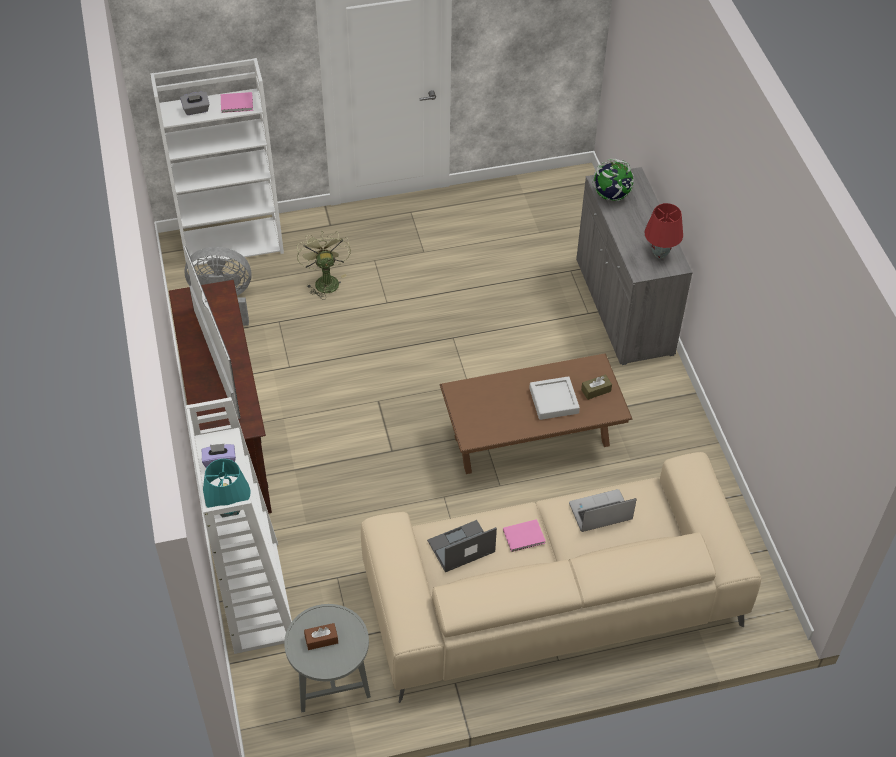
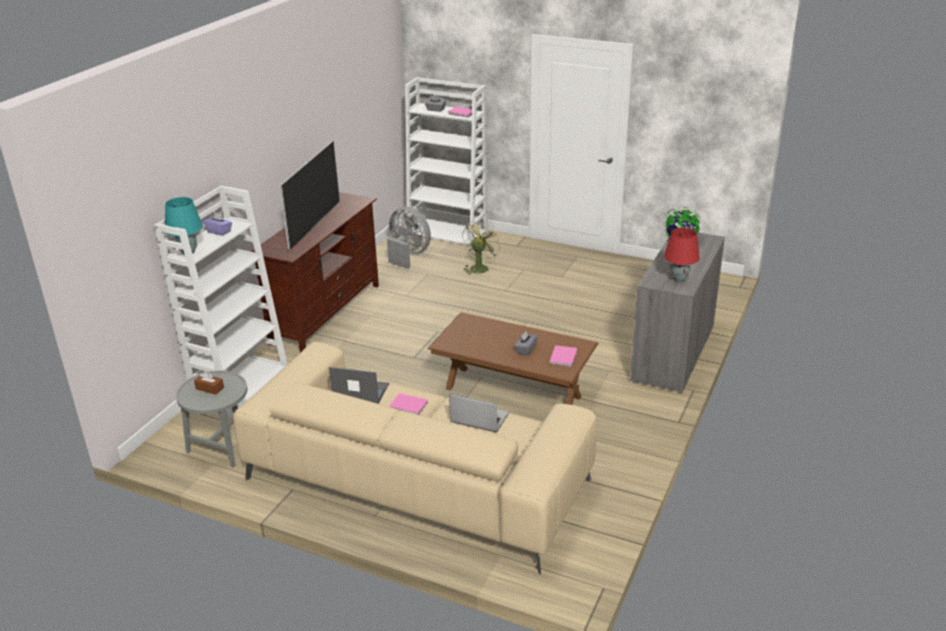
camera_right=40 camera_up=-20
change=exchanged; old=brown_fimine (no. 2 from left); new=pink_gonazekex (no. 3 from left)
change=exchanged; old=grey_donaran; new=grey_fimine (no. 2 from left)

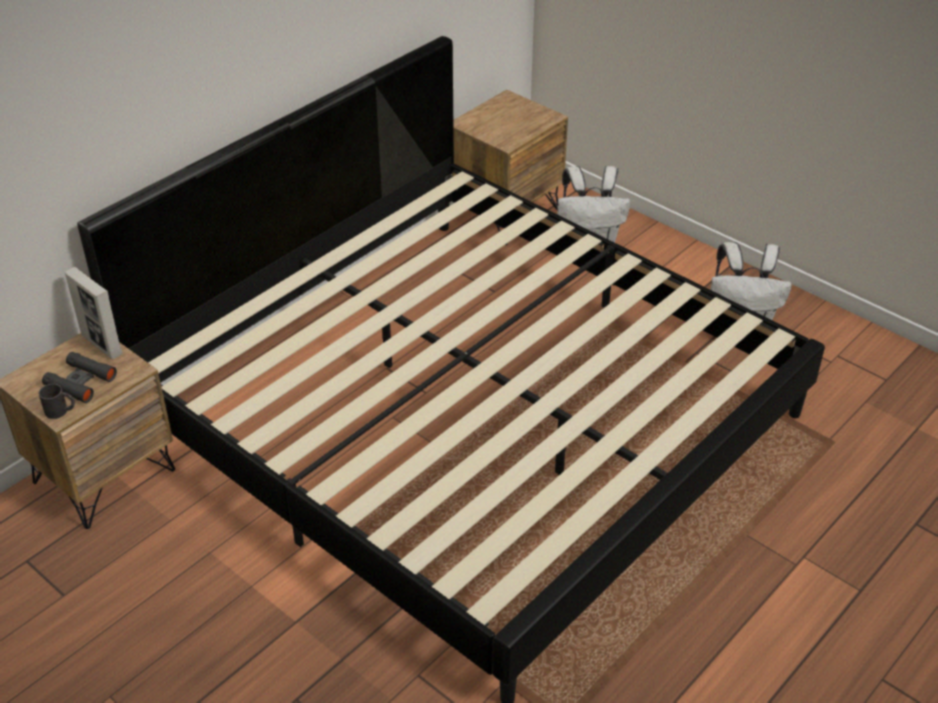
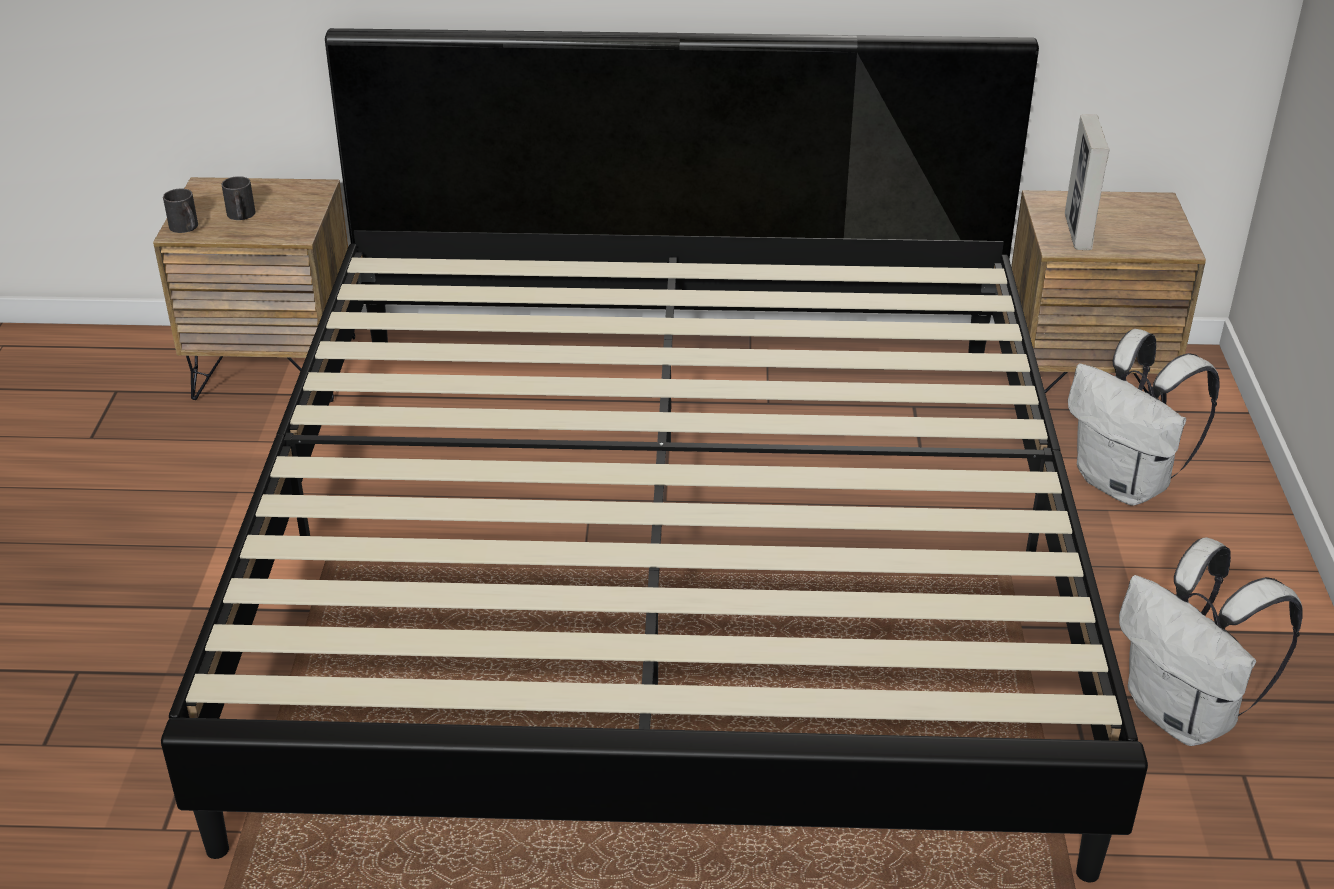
camera_right=50 camera_up=-5
change=relocated; old=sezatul
change=exchanged; old=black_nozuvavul; new=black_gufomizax (no. 2 from left)

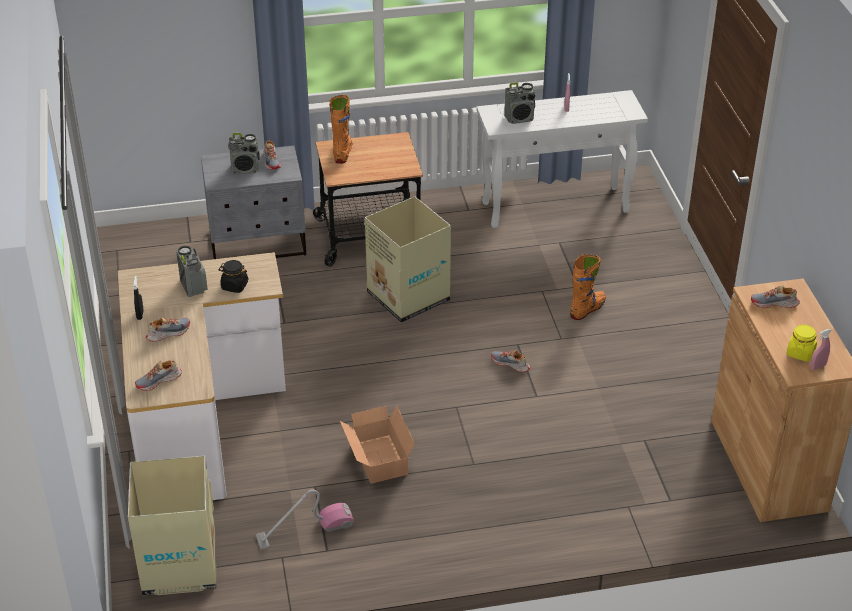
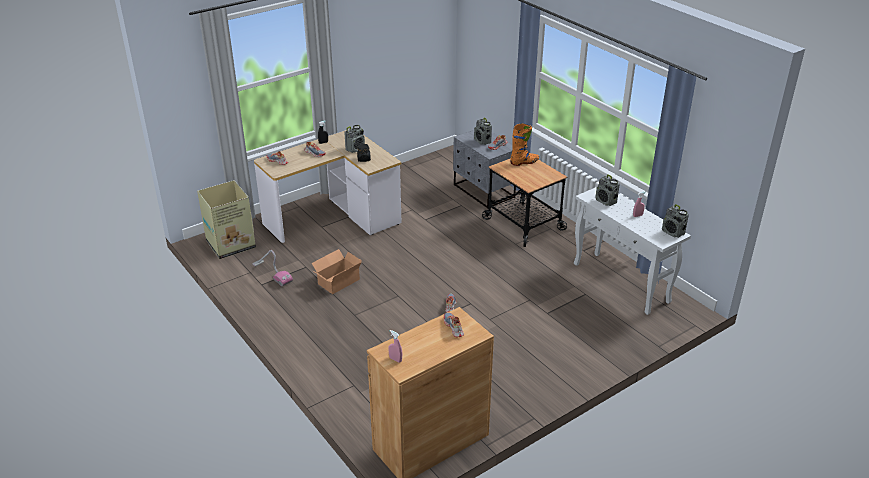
camera_right=65 camera_up=-5
change=missing; old=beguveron (no. 3 from left)
change=missing; old=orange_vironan (no. 2 from left)
change=missing; old=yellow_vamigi
change=appeared; new=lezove (no. 4 from left)

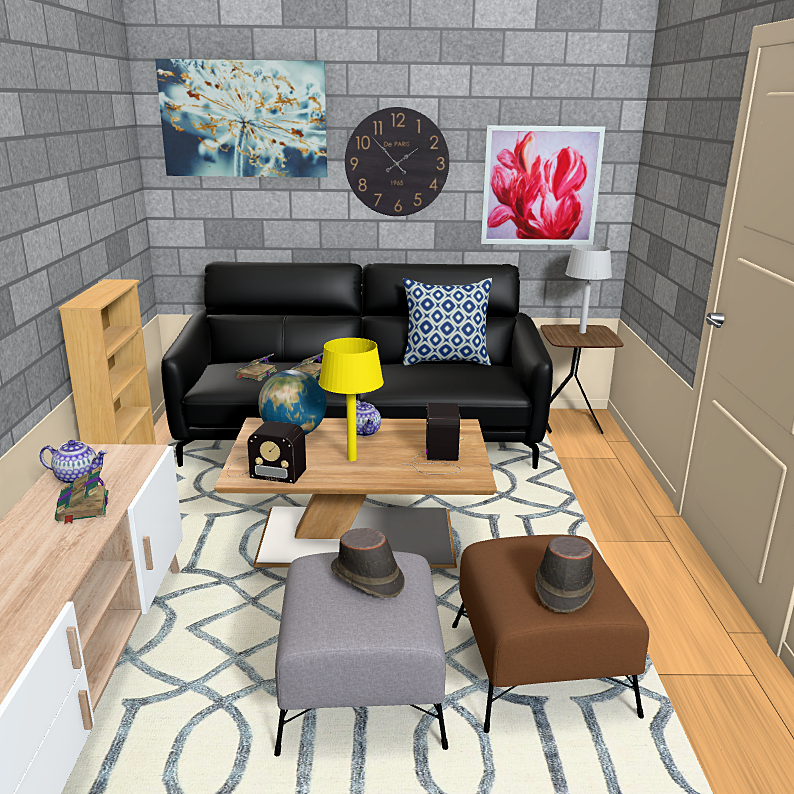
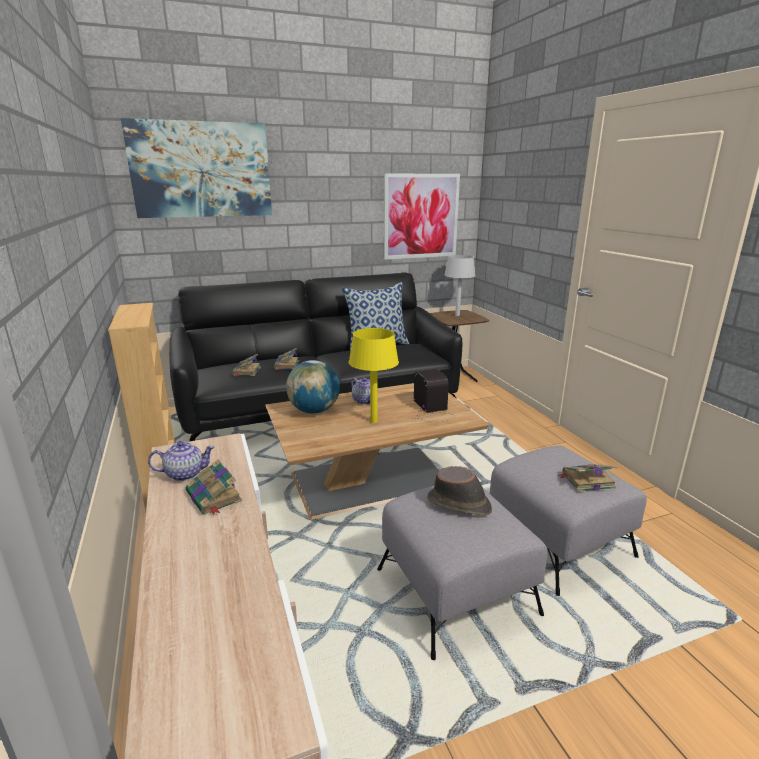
camera_right=-20 camera_up=0
change=missing; old=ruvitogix
change=missing; old=lezove (no. 1 from left)
change=colour; old=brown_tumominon; new=grey_tumominon (no. 2 from left)
change=exchanged; old=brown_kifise (no. 2 from left); new=gonazekex (no. 4 from left)

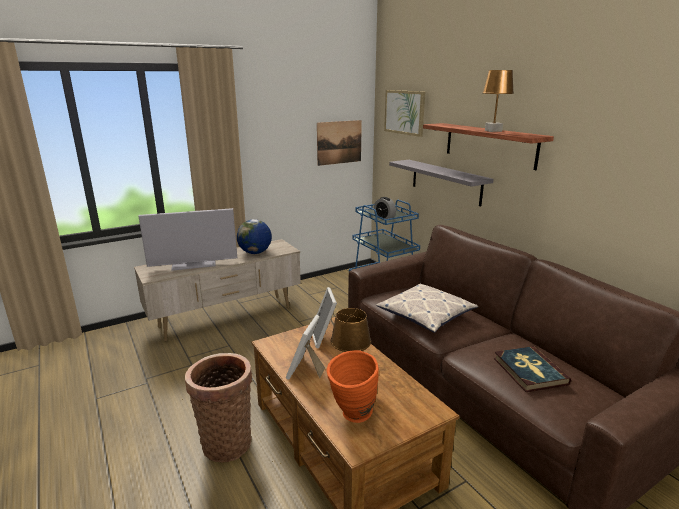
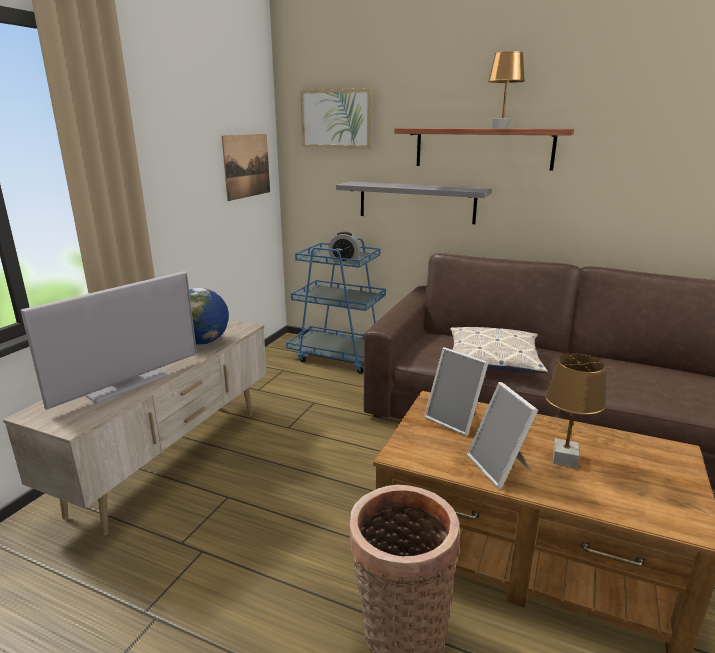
camera_right=-35 camera_up=0
change=missing; old=gonazekex
change=missing; old=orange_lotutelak

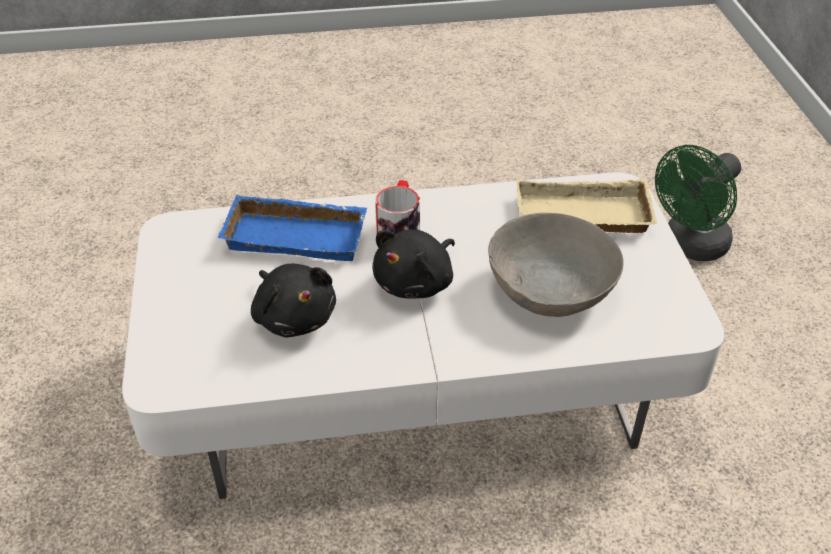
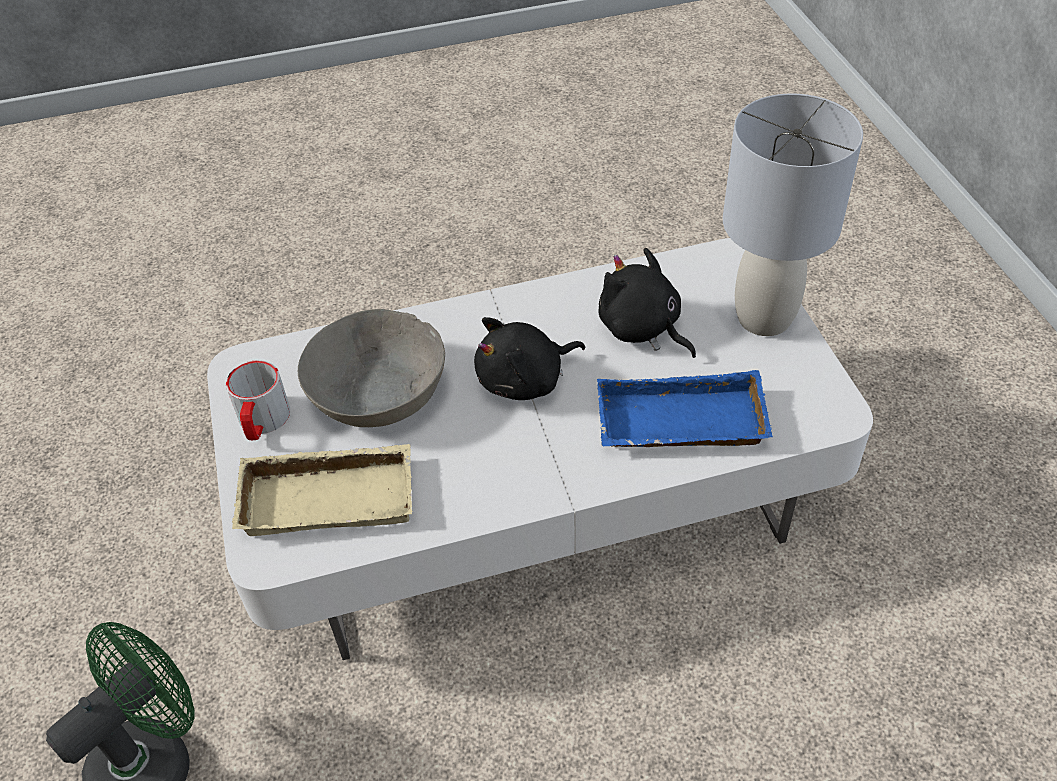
camera_right=175 camera_up=5
change=relocated; old=gufomizax
change=spun; old=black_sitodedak (no. 2 from left in the first image); degrees=-150
change=appeared; new=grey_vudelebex

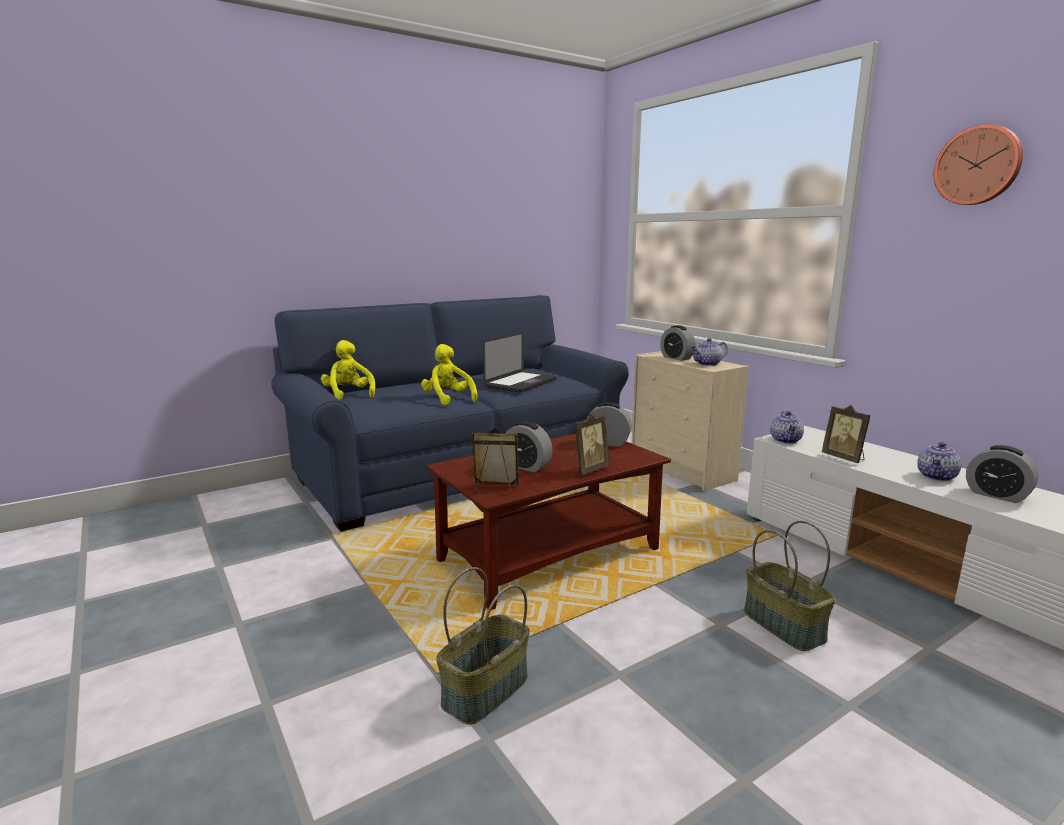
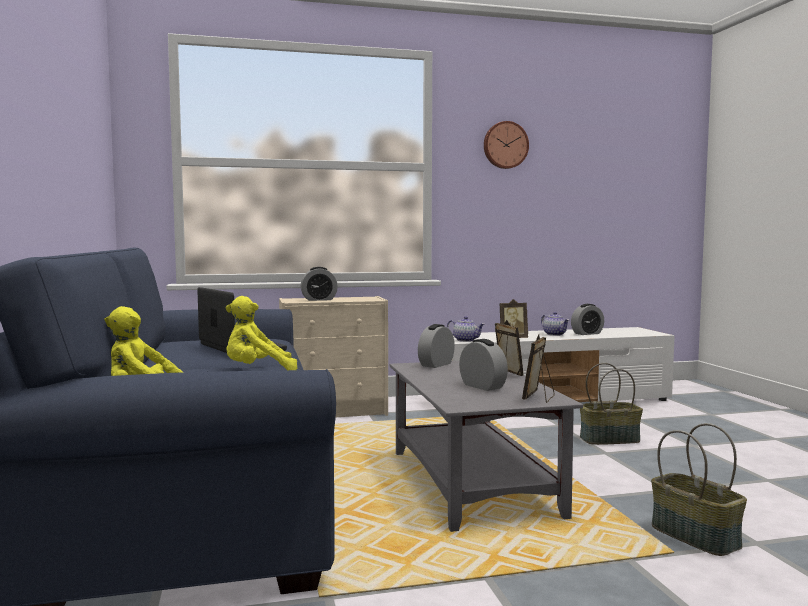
camera_right=-70 camera_up=-10
change=missing; old=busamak (no. 1 from left)
change=spun; old=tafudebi (no. 1 from left in the first image); degrees=-90
change=colour; old=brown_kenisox; new=grey_kenisox

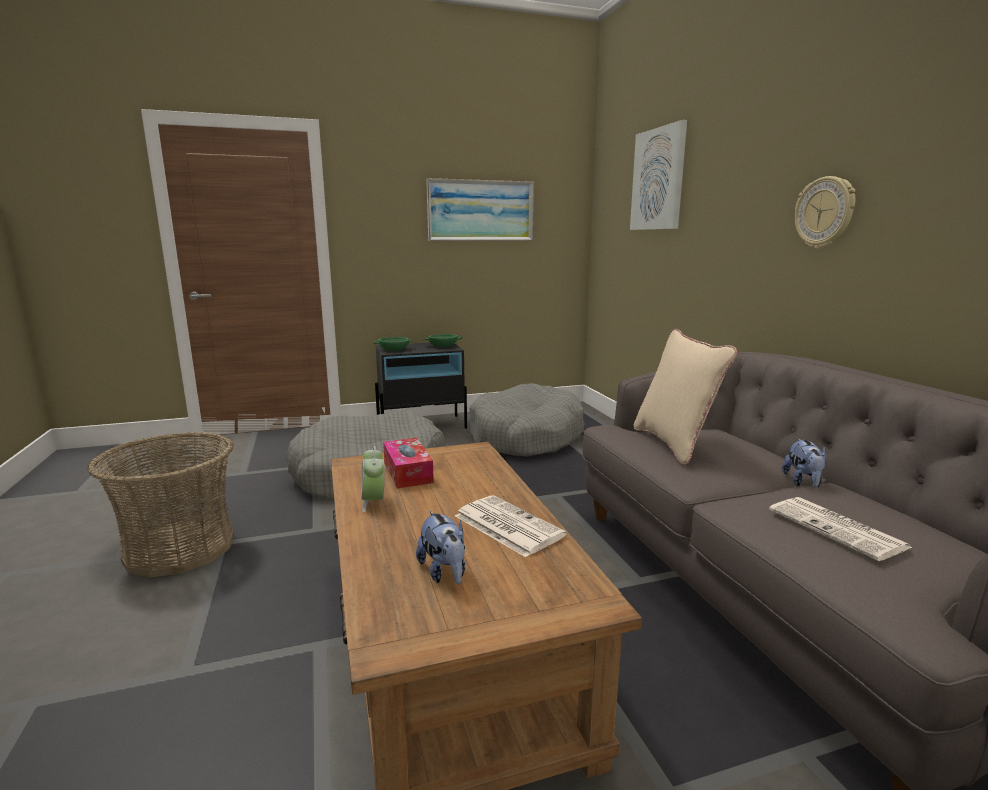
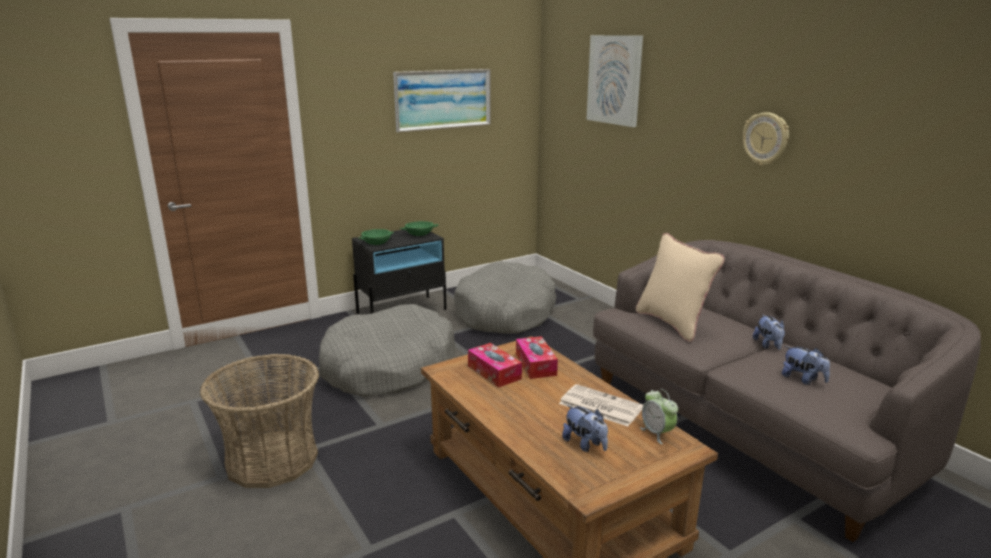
camera_right=-15 camera_up=5
change=relocated; old=tafudebi
change=exchanged; old=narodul (no. 2 from left); new=sitodedak (no. 3 from left)
change=appeared; new=fimine (no. 2 from left)

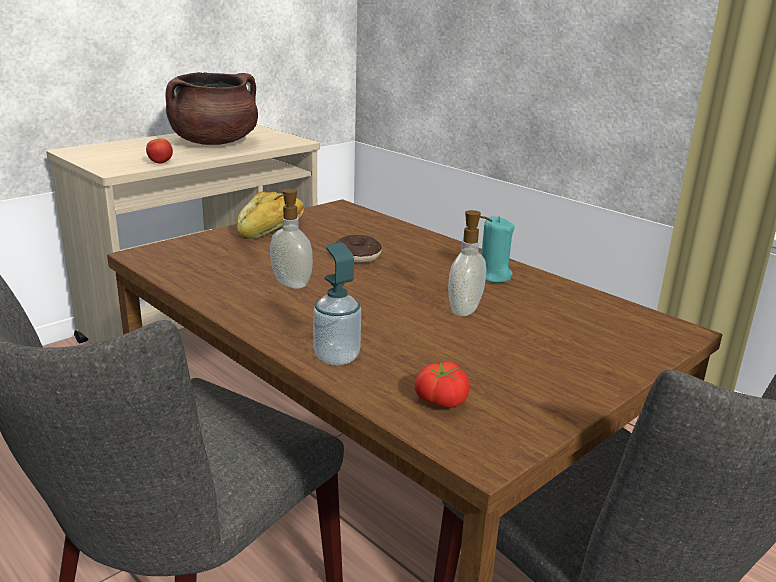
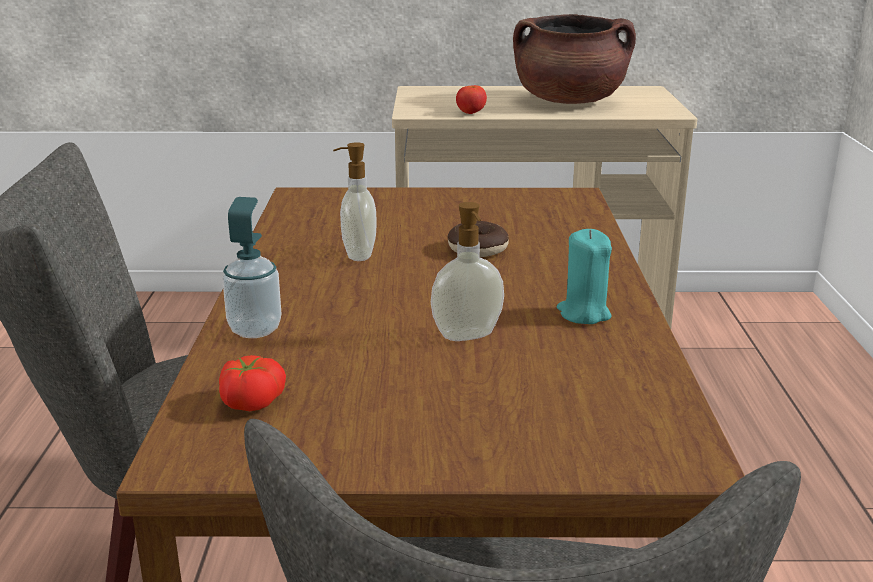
camera_right=45 camera_up=0
change=missing; old=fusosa

